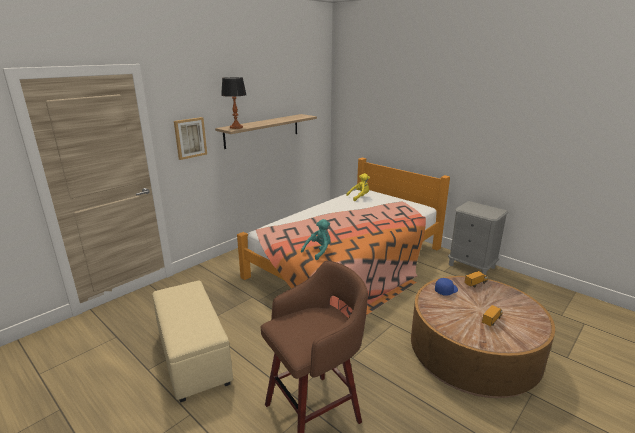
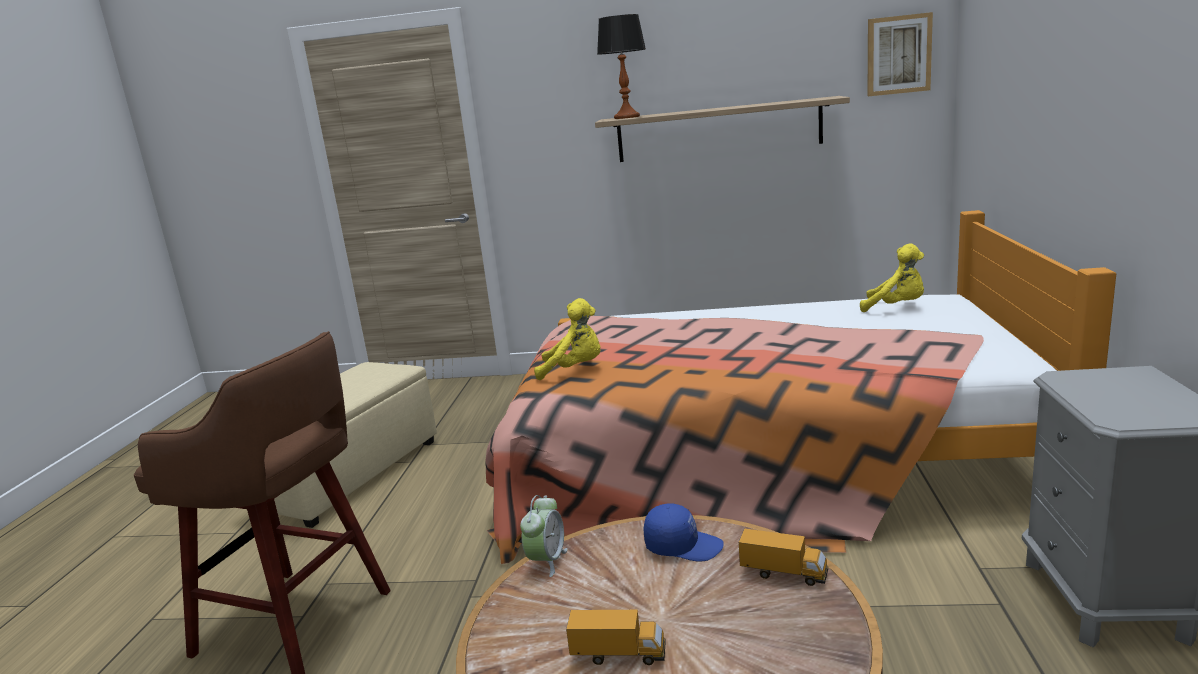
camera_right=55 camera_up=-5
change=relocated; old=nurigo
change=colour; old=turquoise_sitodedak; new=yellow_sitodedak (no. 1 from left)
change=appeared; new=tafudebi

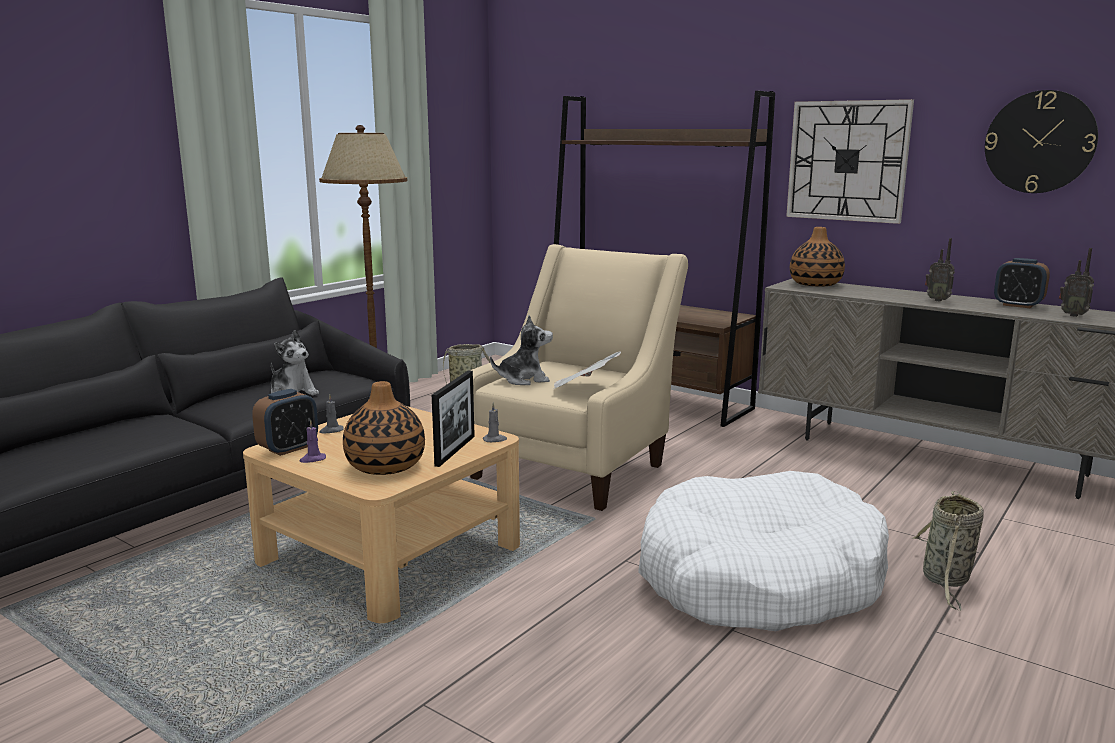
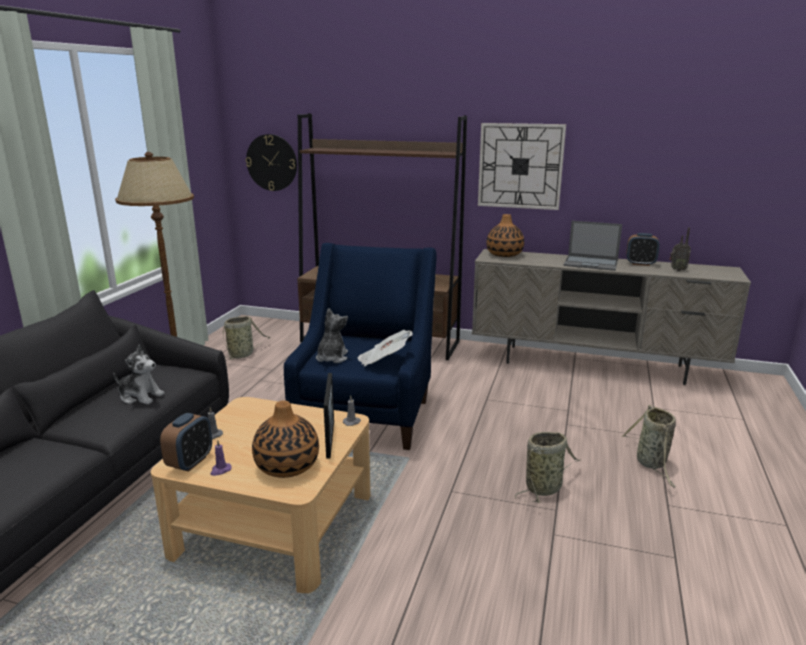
camera_right=-20 camera_up=5
change=relocated; old=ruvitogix (no. 2 from left in the first image); new=ruvitogix (no. 1 from left)
change=exchanged; old=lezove (no. 1 from left); new=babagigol
change=colour; old=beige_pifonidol; new=blue_pifonidol
change=spun; old=sitodedak (no. 2 from left); degrees=-45
change=exchanged; old=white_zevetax; new=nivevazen (no. 2 from left)

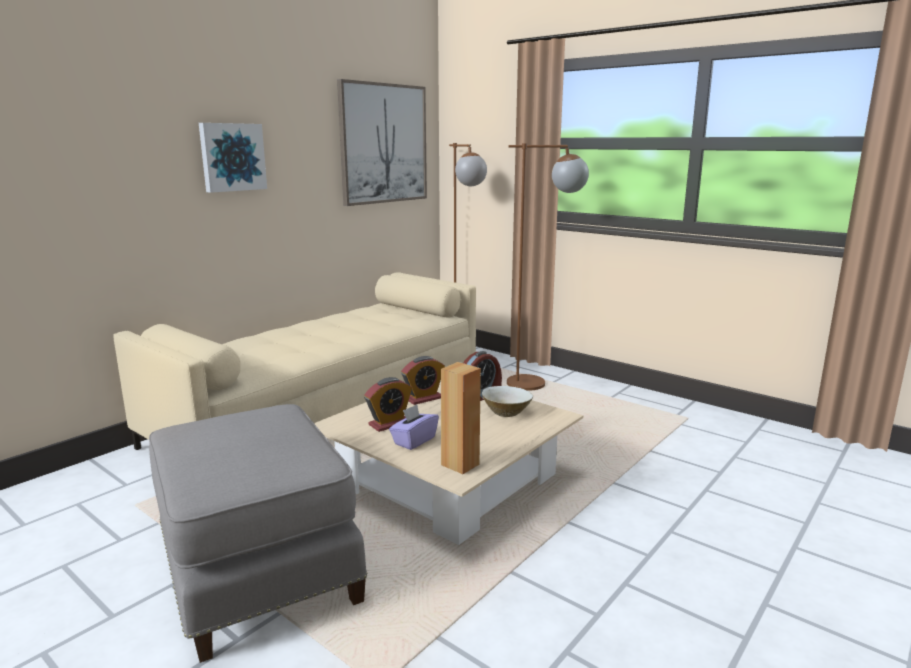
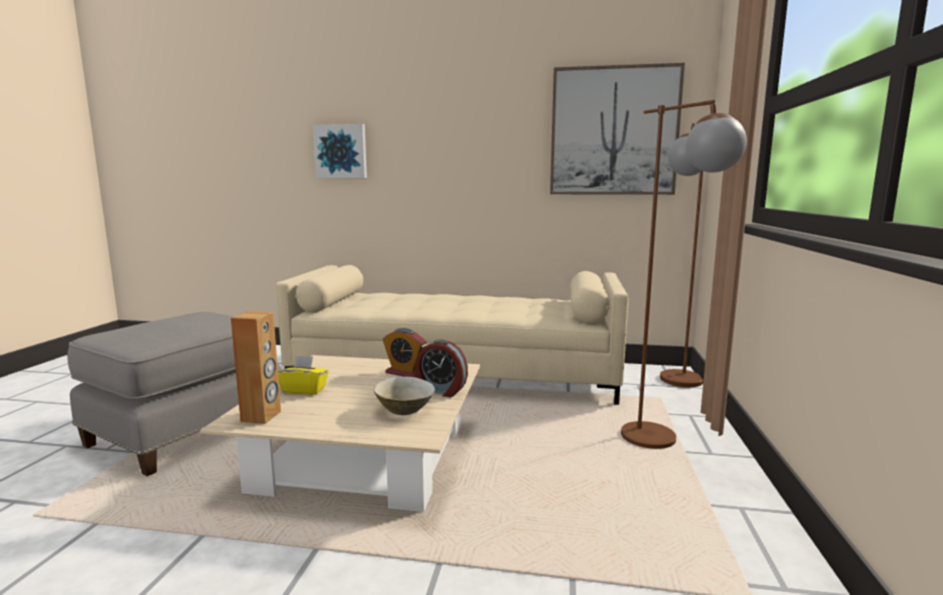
camera_right=60 camera_up=-5
change=relocated; old=nurigo (no. 1 from left)
change=missing; old=tafudebi (no. 1 from left)
change=colour; old=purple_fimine; new=yellow_fimine

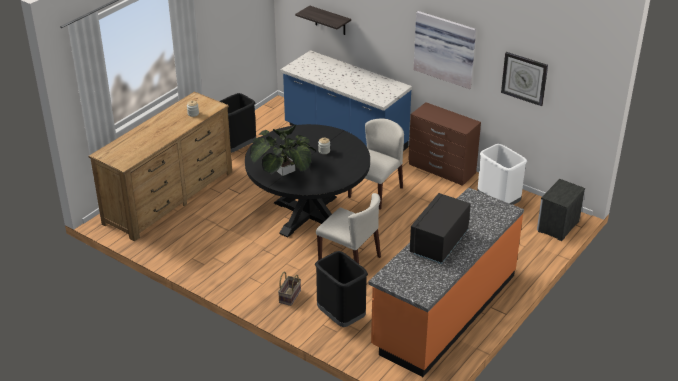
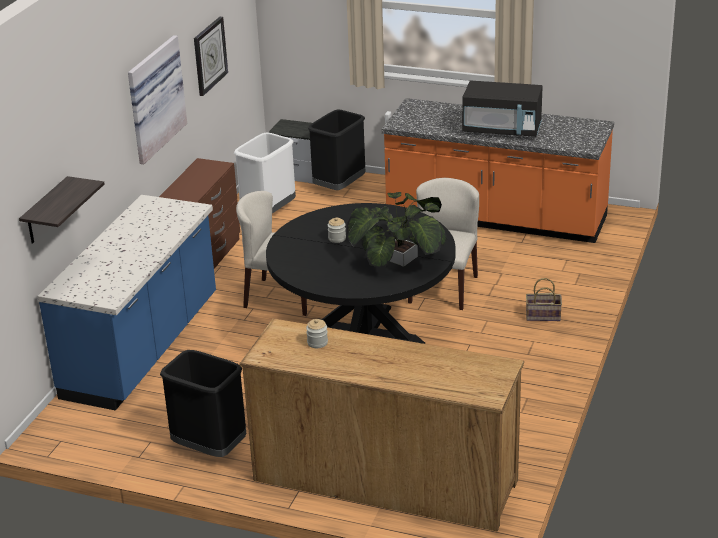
camera_right=-105 camera_up=-5
change=relocated; old=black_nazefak (no. 2 from left)

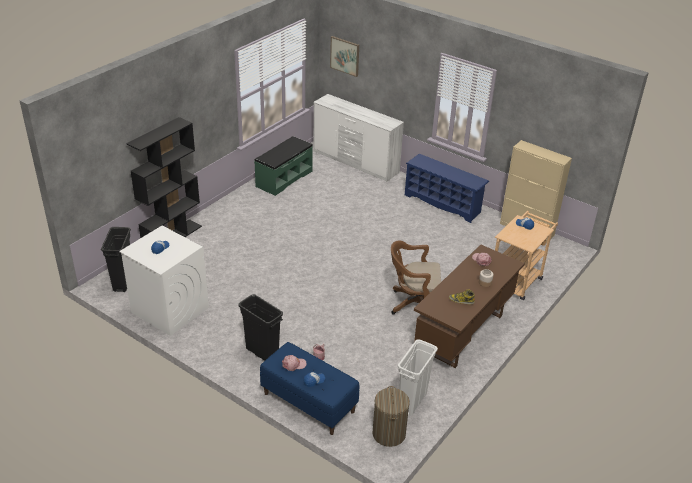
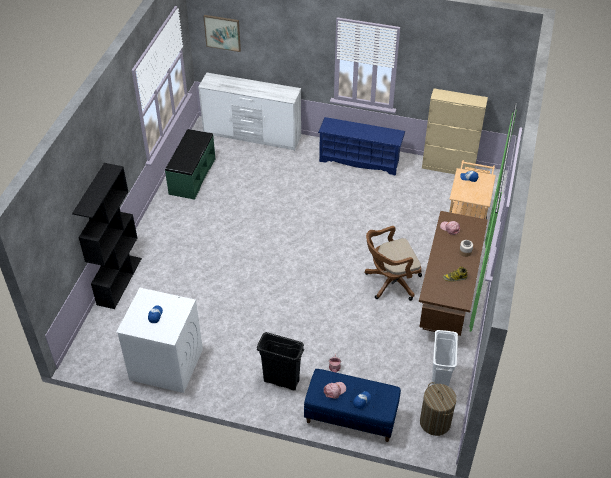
camera_right=-20 camera_up=10
change=missing; old=black_nazefak (no. 1 from left)

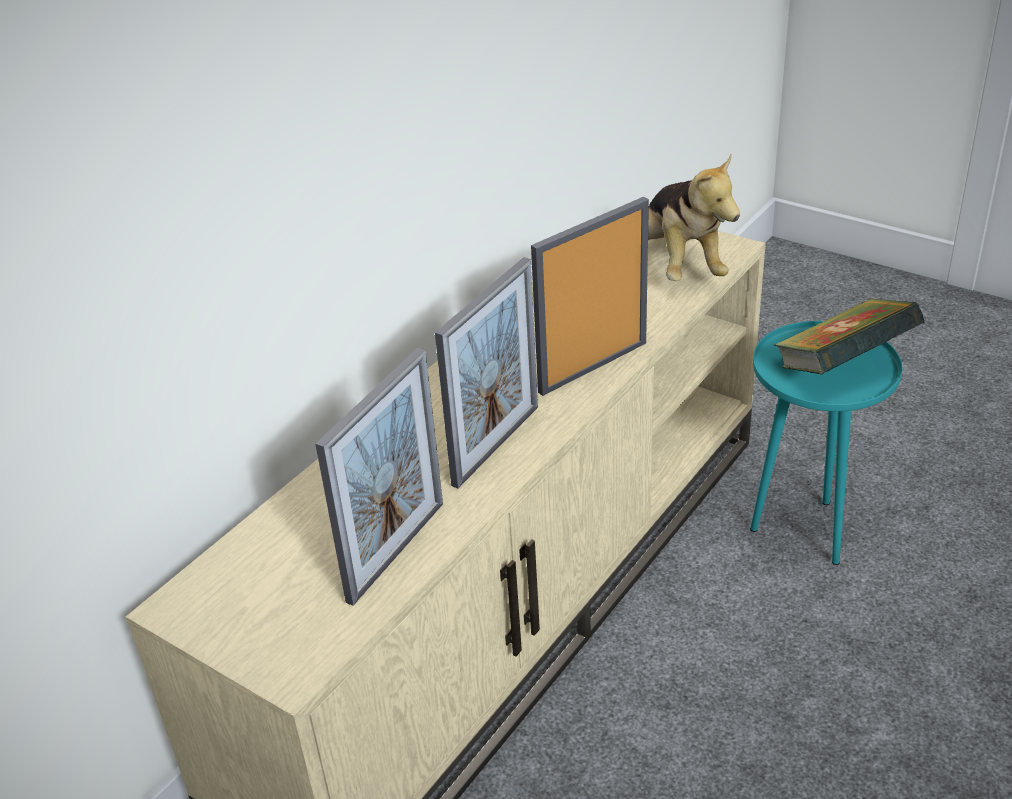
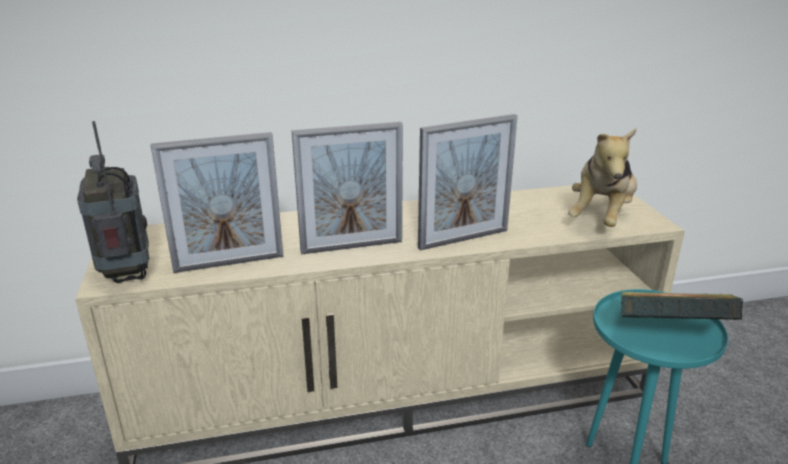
camera_right=40 camera_up=-10
change=spun; old=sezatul (no. 3 from left); degrees=150
change=appeared; new=lezove

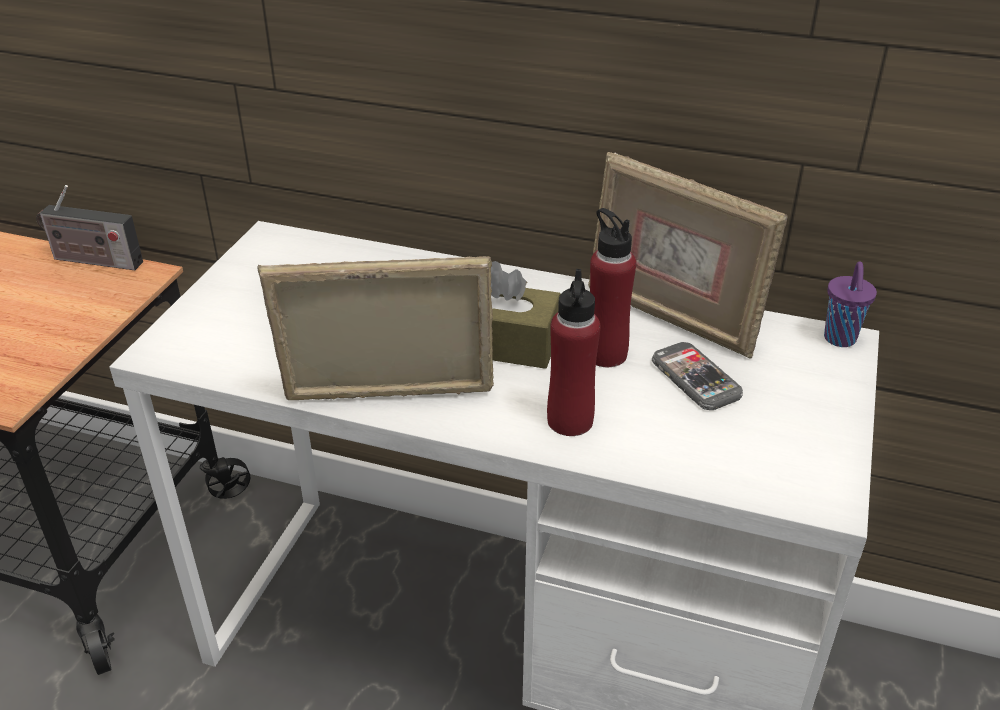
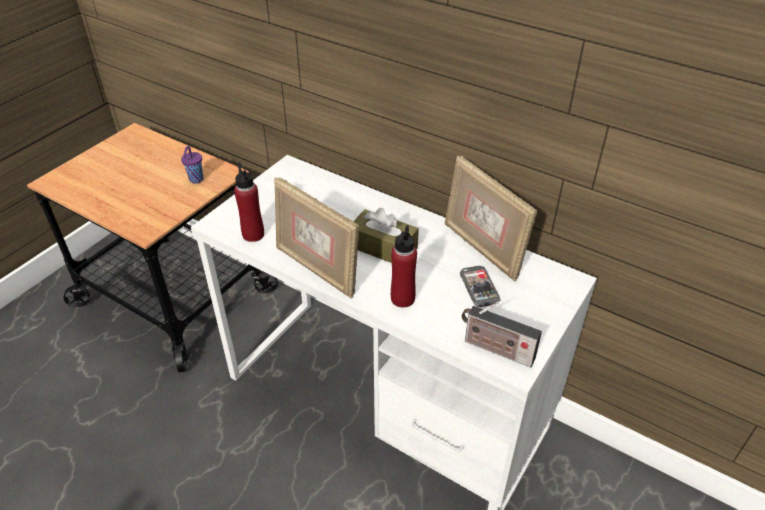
camera_right=15 camera_up=5
change=relocated; old=lezove
change=relocated; old=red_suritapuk (no. 2 from left in the first image); new=red_suritapuk (no. 1 from left)
change=spun; old=sezatul (no. 1 from left); degrees=-150
change=relocated; old=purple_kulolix

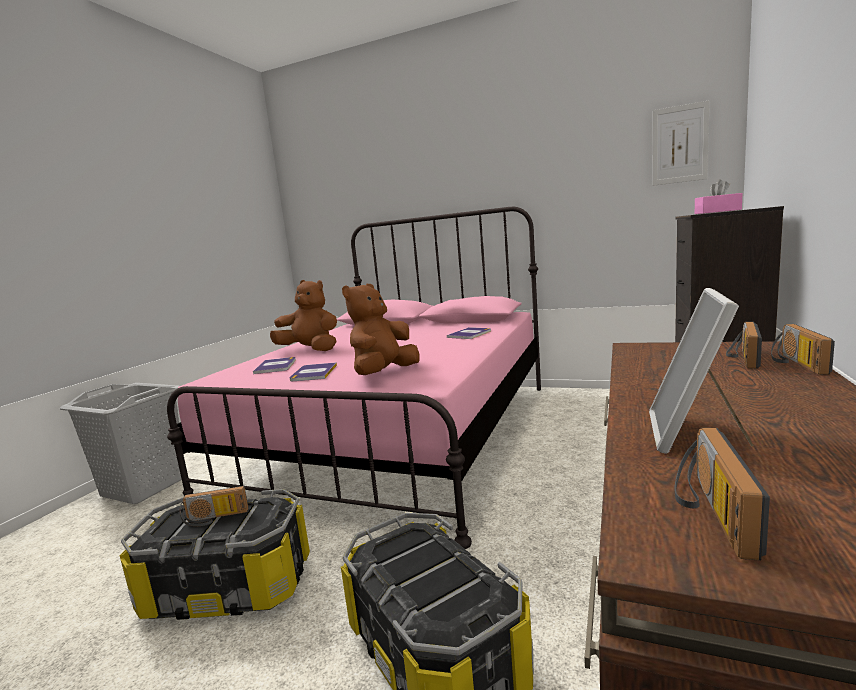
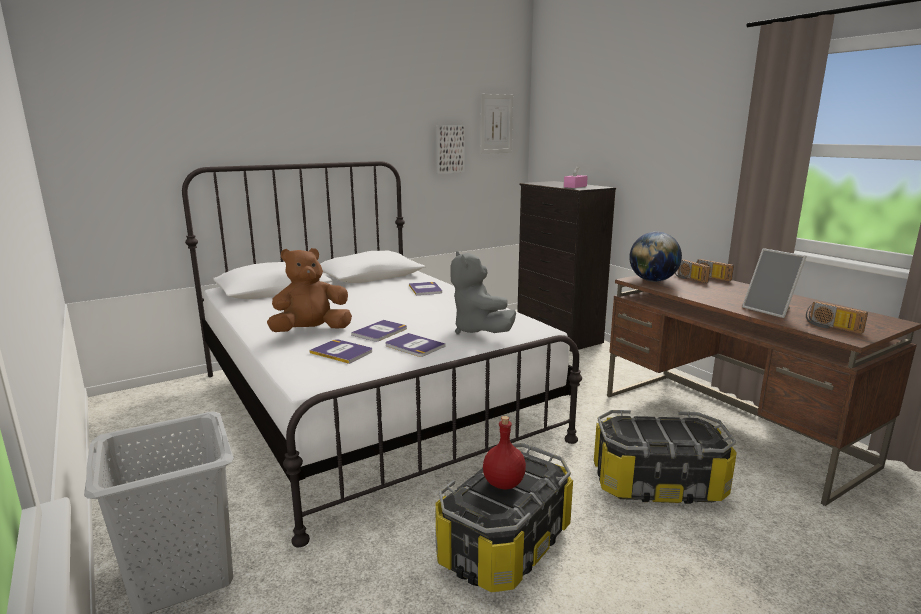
camera_right=-55 camera_up=5
change=colour; old=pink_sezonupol; new=white_sezonupol
change=colour; old=brown_sitodedak (no. 2 from left); new=grey_sitodedak
change=exchanged; old=lezove (no. 1 from left); new=red_suritapuk
change=appeared; new=nurigo (no. 1 from left)
change=appeared; new=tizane
change=appeared; new=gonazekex (no. 2 from left)

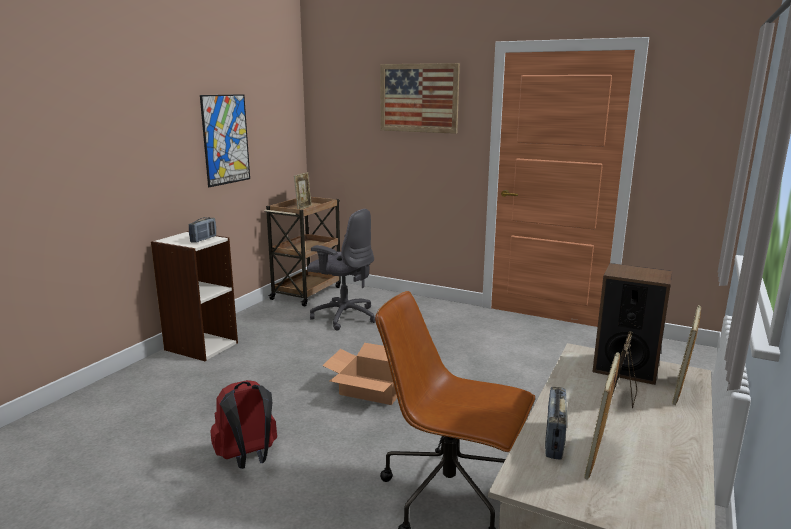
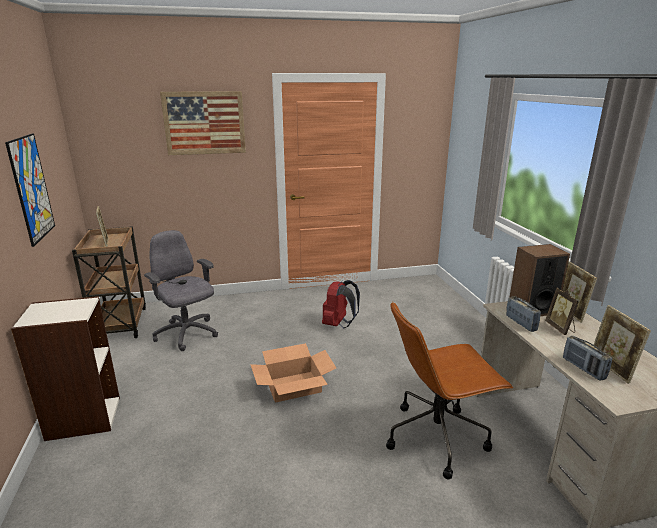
camera_right=-40 camera_up=5
change=spun; old=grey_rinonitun; degrees=-120
change=relocated; old=lezove (no. 1 from left)
change=relocated; old=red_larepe

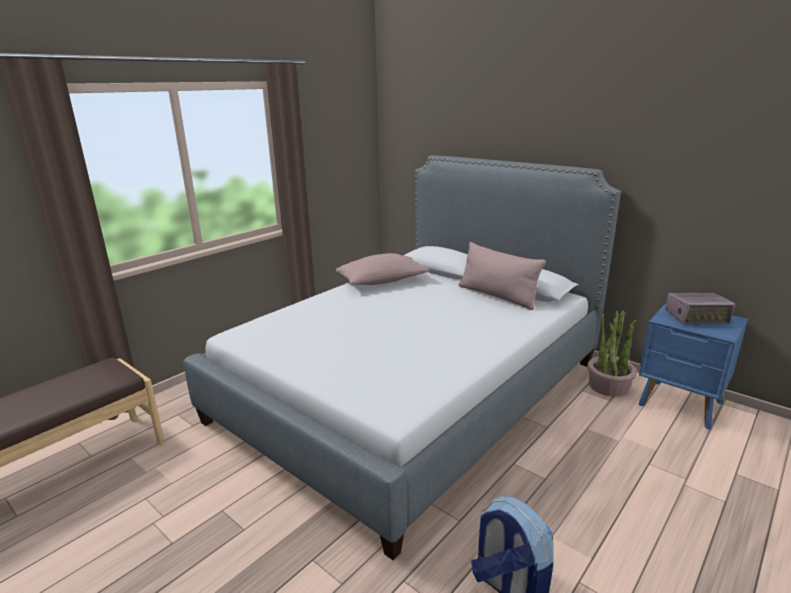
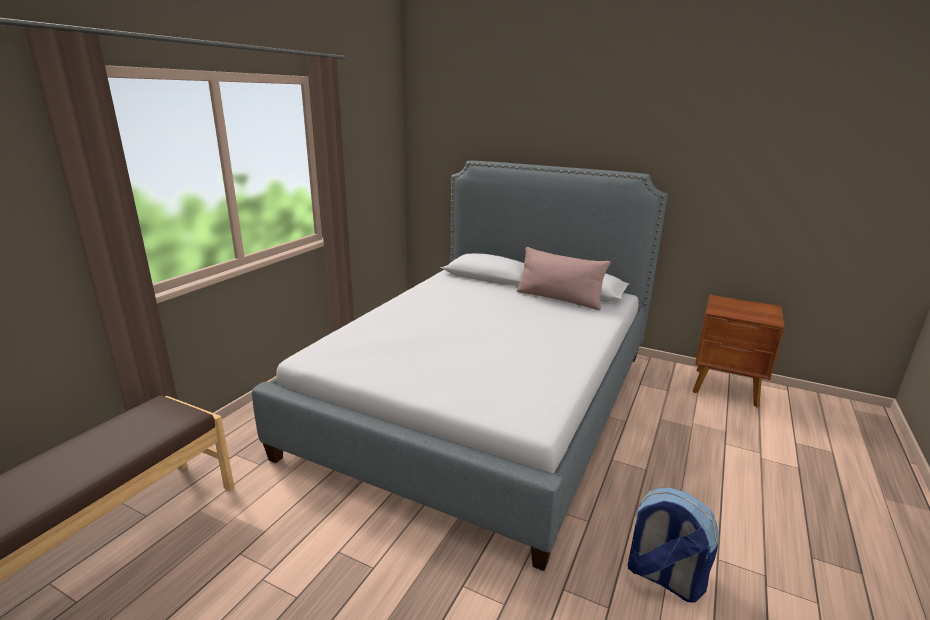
camera_right=-15 camera_up=0
change=missing; old=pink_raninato (no. 1 from left)
change=missing; old=lezove
change=colour; old=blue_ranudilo; new=brown_ranudilo
change=missing; old=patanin

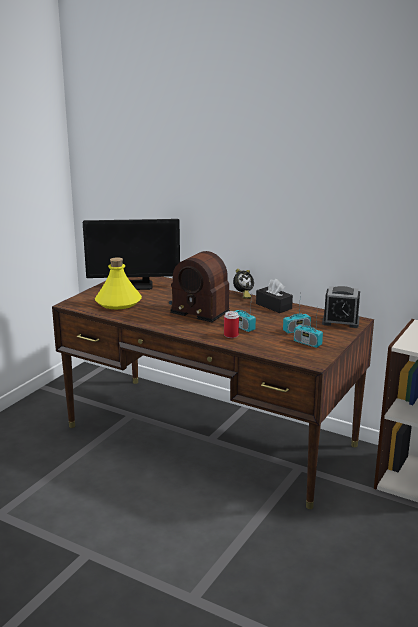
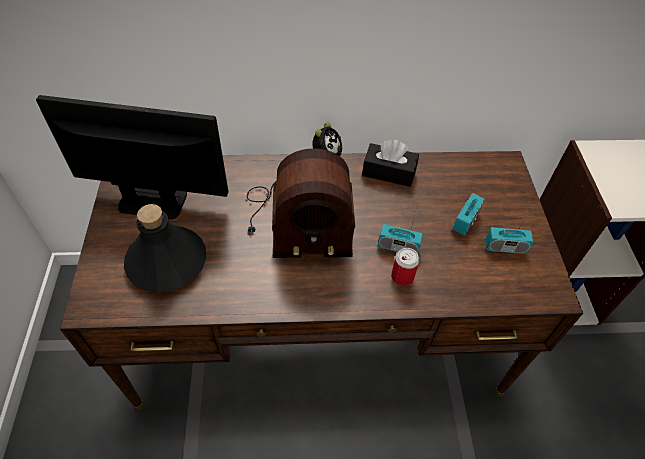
camera_right=-35 camera_up=30
change=spun; old=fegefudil; degrees=-135
change=colour; old=yellow_suritapuk; new=black_suritapuk
change=missing; old=tafudebi (no. 2 from left)

